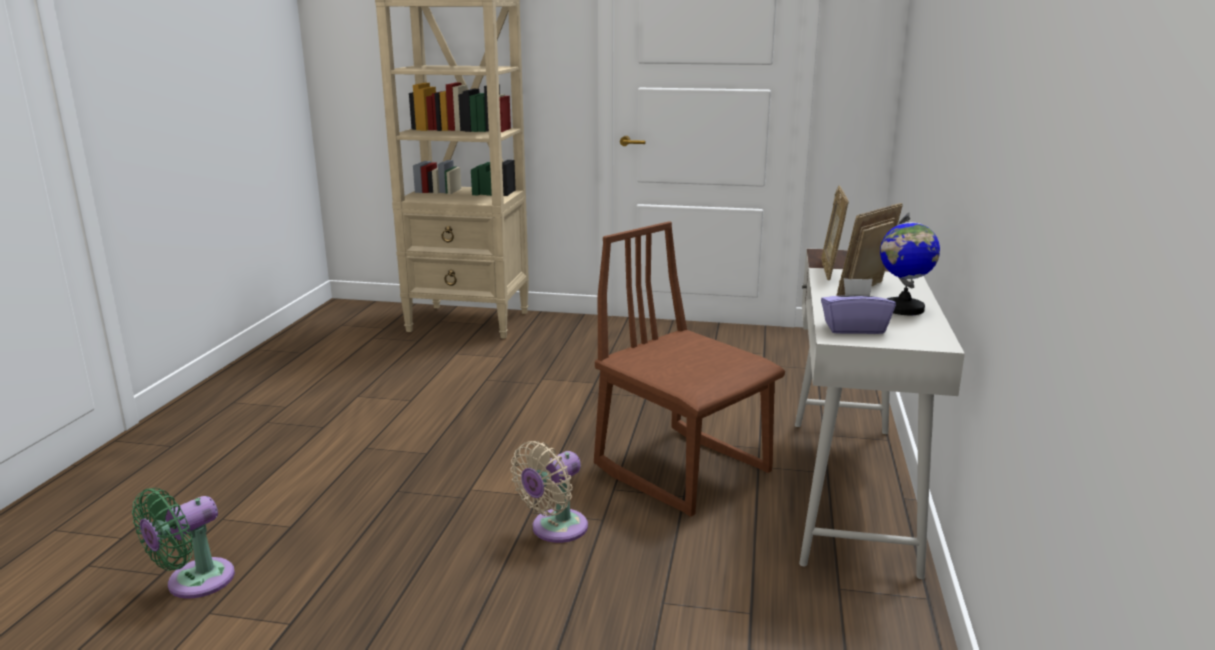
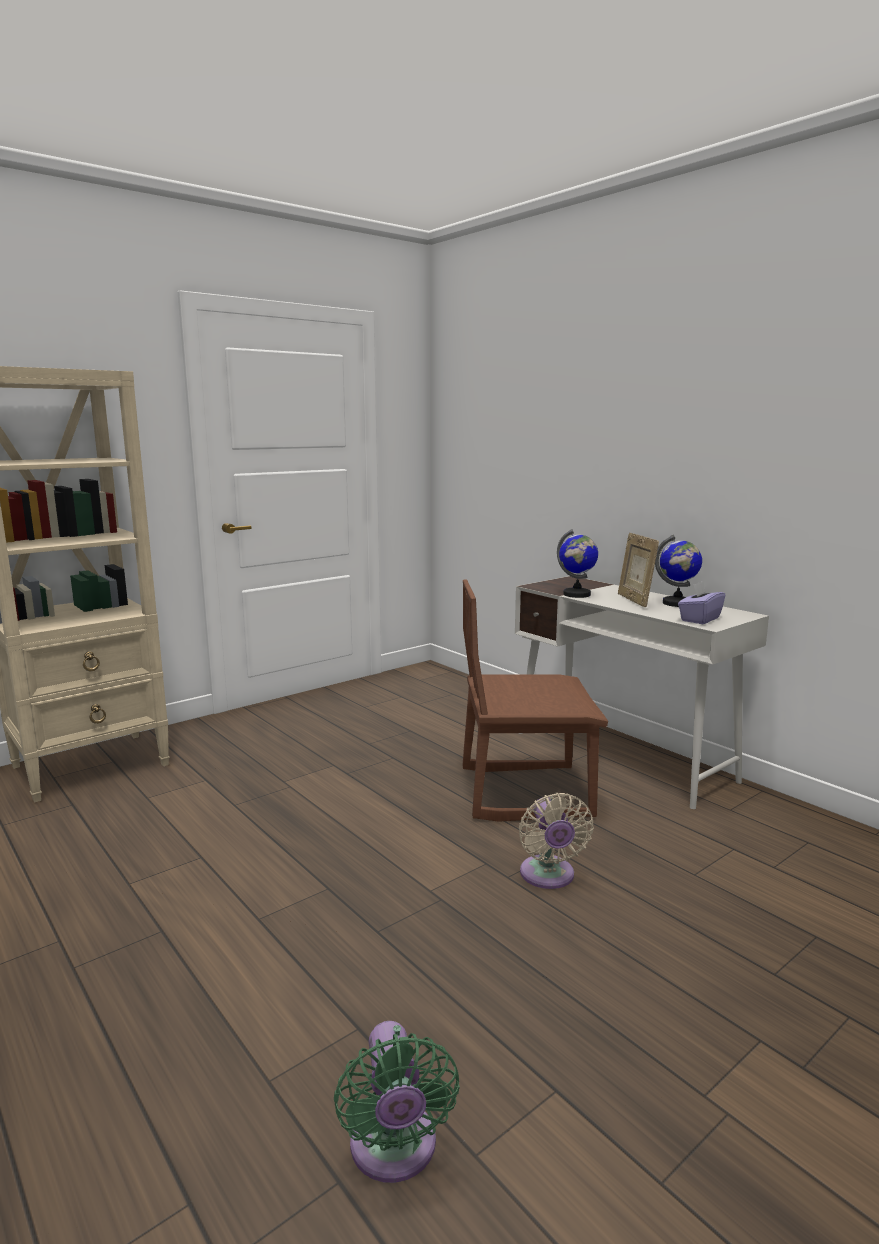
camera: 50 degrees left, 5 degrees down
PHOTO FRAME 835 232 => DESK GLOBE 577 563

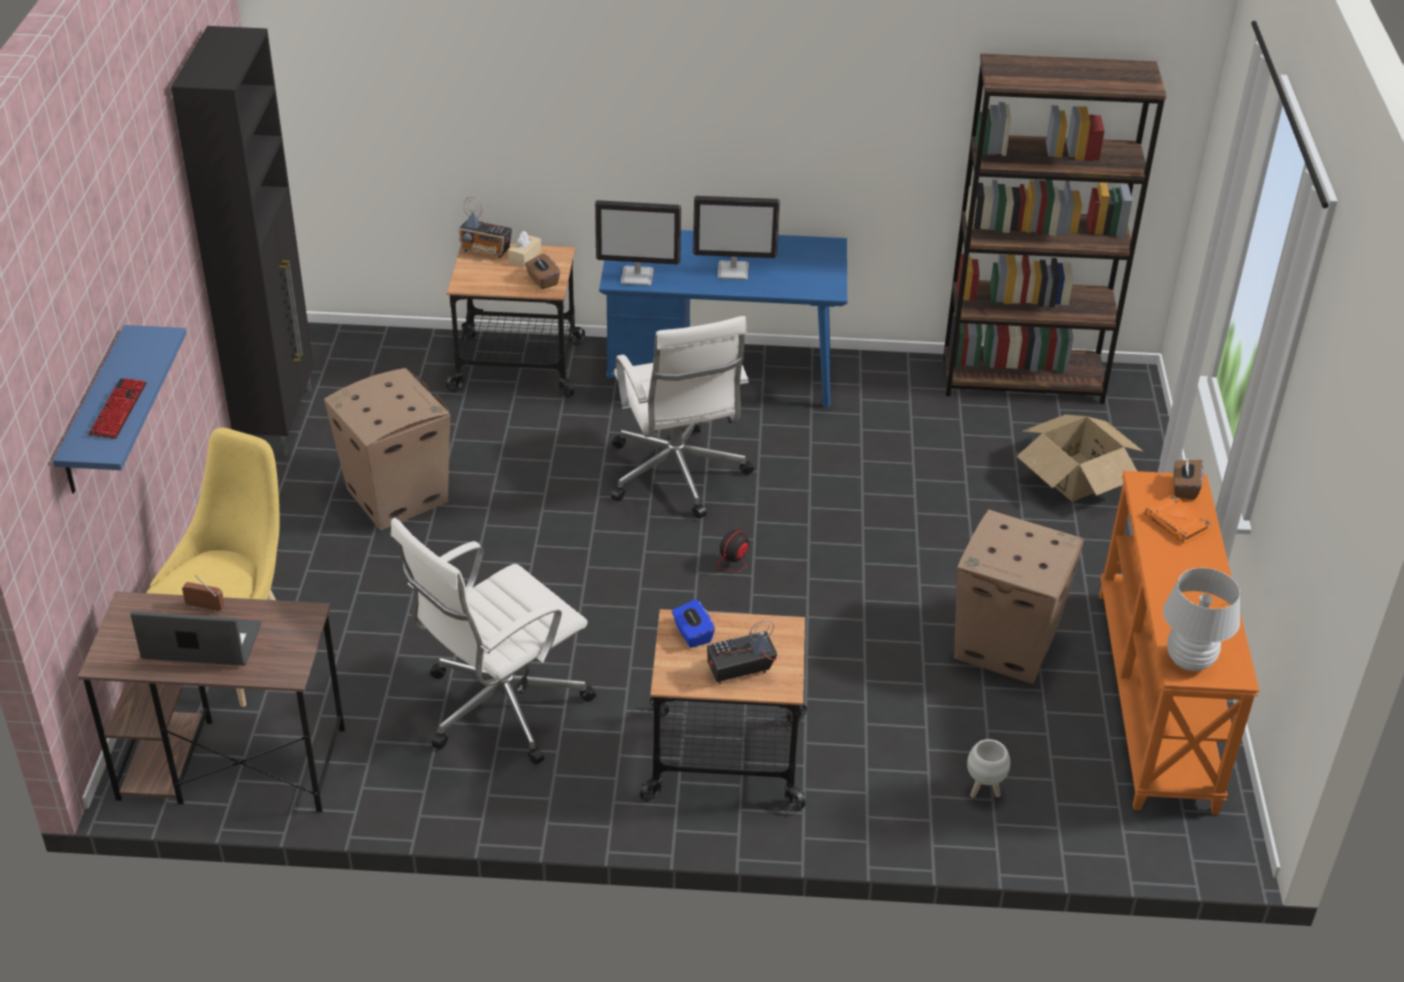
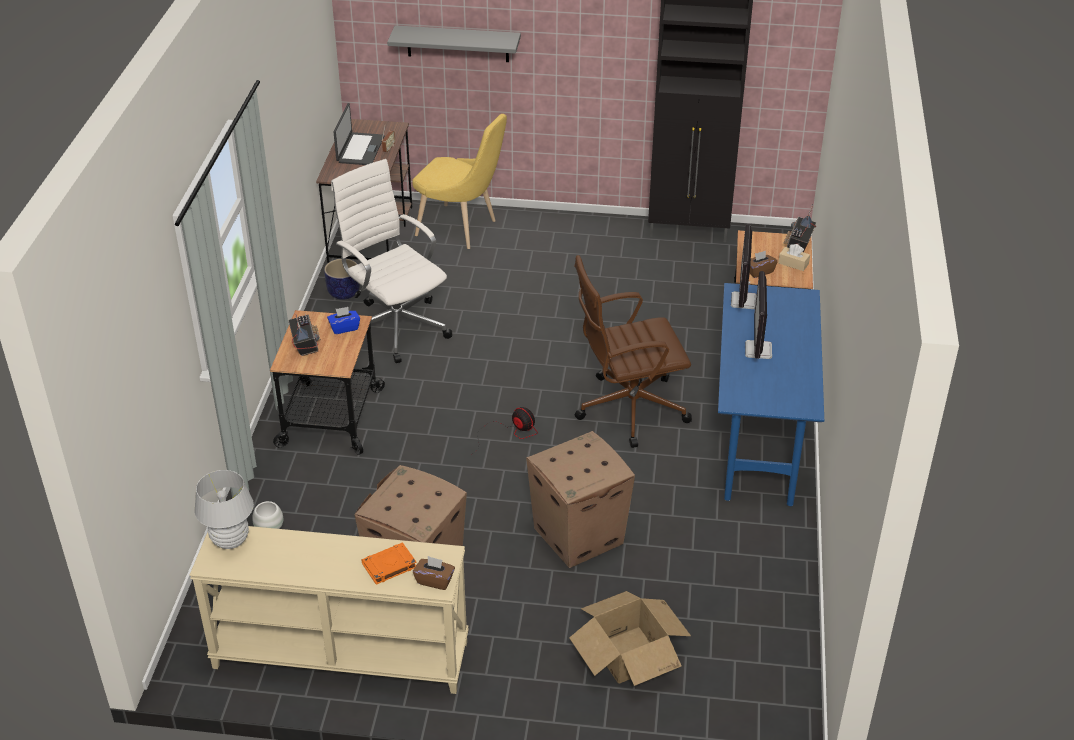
camera: 95 degrees right, 0 degrees up
COMPUTER KEYBOARD 118 408 => nothing
BROWN-COLOURED BOOKCASE 1055 229 => nothing
nothing => PLANTER 342 279
PACKING BOX 387 449 => PACKING BOX 580 499, moved
BLUISH SHELF 119 409 => GREYISH SHELF 454 43
WHITISH COMPUTER CHAIR 682 417 => BROWN-COLOURED COMPUTER CHAIR 633 351
ORANGE-COLOURED NARROW TABLE 1179 643 => SAND-COLOURED NARROW TABLE 329 610

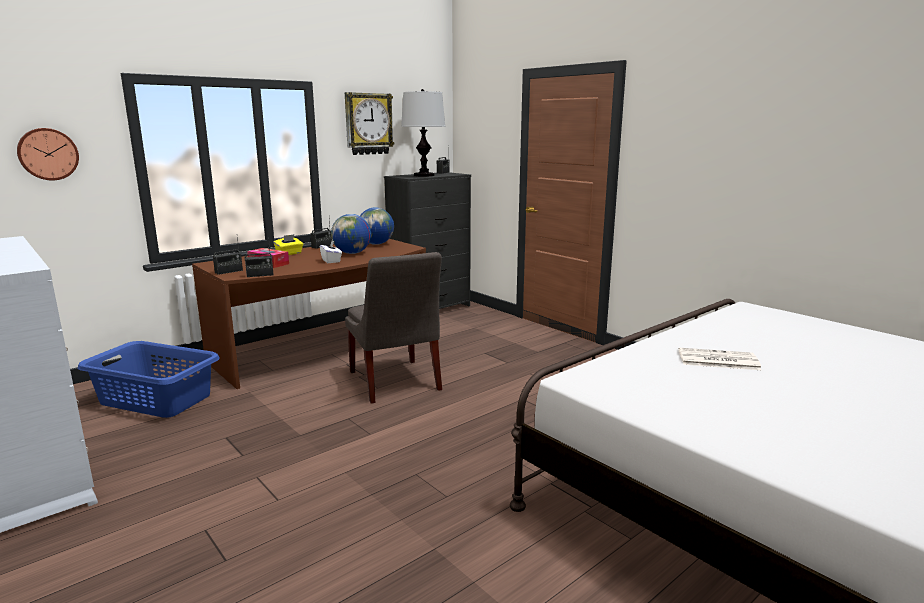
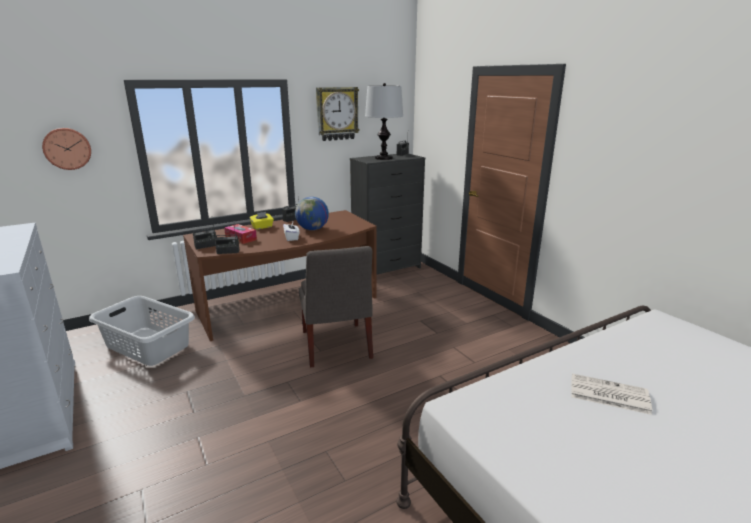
camera: 10 degrees right, 5 degrees up
DESK GLOBE 377 226 => nothing
BLUISH LAUNDRY BASKET 149 379 => GREYISH LAUNDRY BASKET 142 331

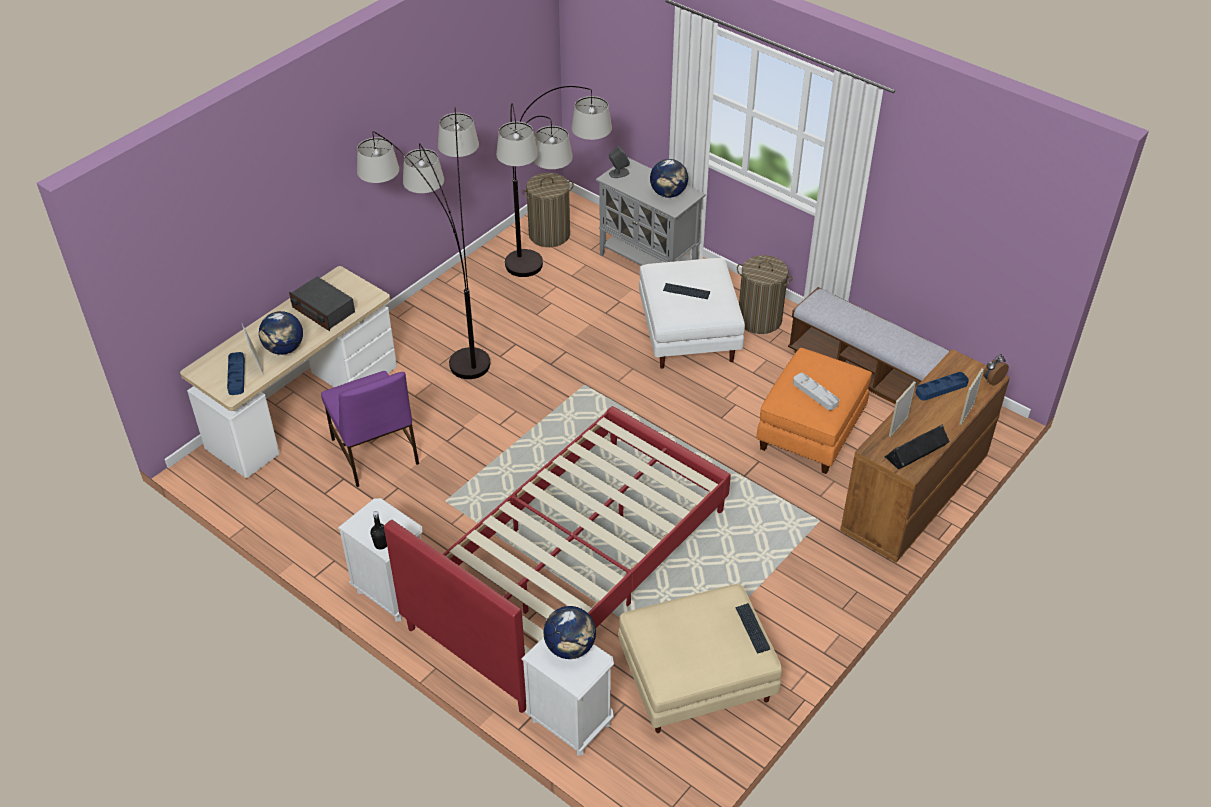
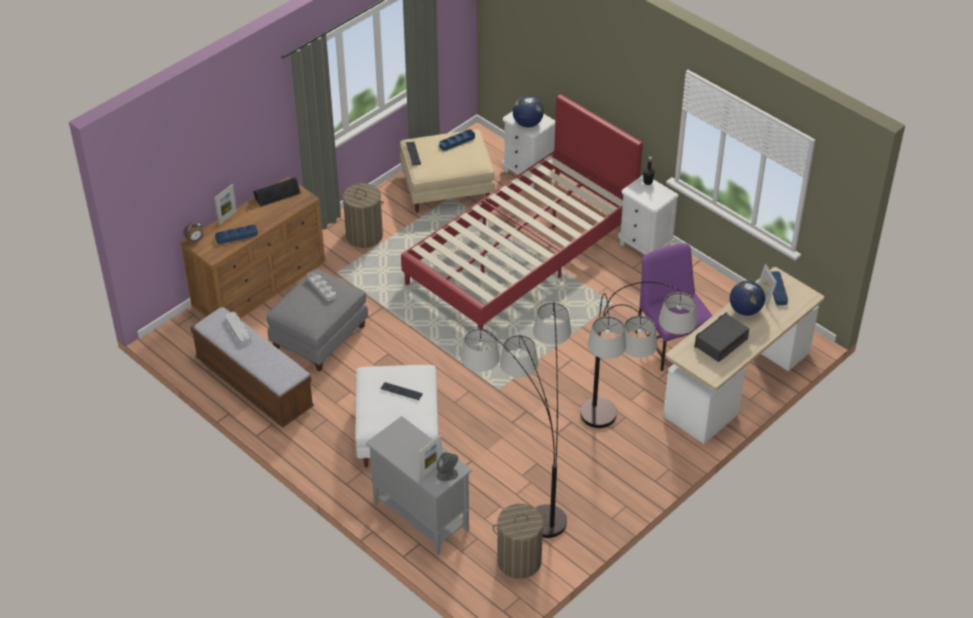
camera: 175 degrees left, 0 degrees up
DESK GLOBE 669 178 => nothing
nothing => GREYISH CARRYING TRAY 238 328
nothing => BLUISH CARRYING TRAY 457 140
LAUNDRY BASKET 765 294 => LAUNDRY BASKET 362 215, moved
PHOTO FRAME 902 409 => PHOTO FRAME 430 457, moved
ORANGE-COLOURED FOOTREST 814 411 => GREYISH FOOTREST 317 320
RADIO SET 322 303 => RADIO SET 721 337, 90 degrees counterclockwise

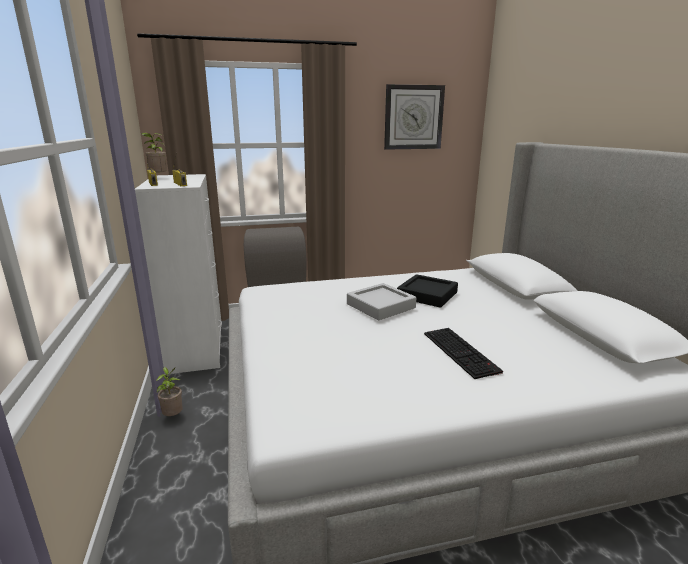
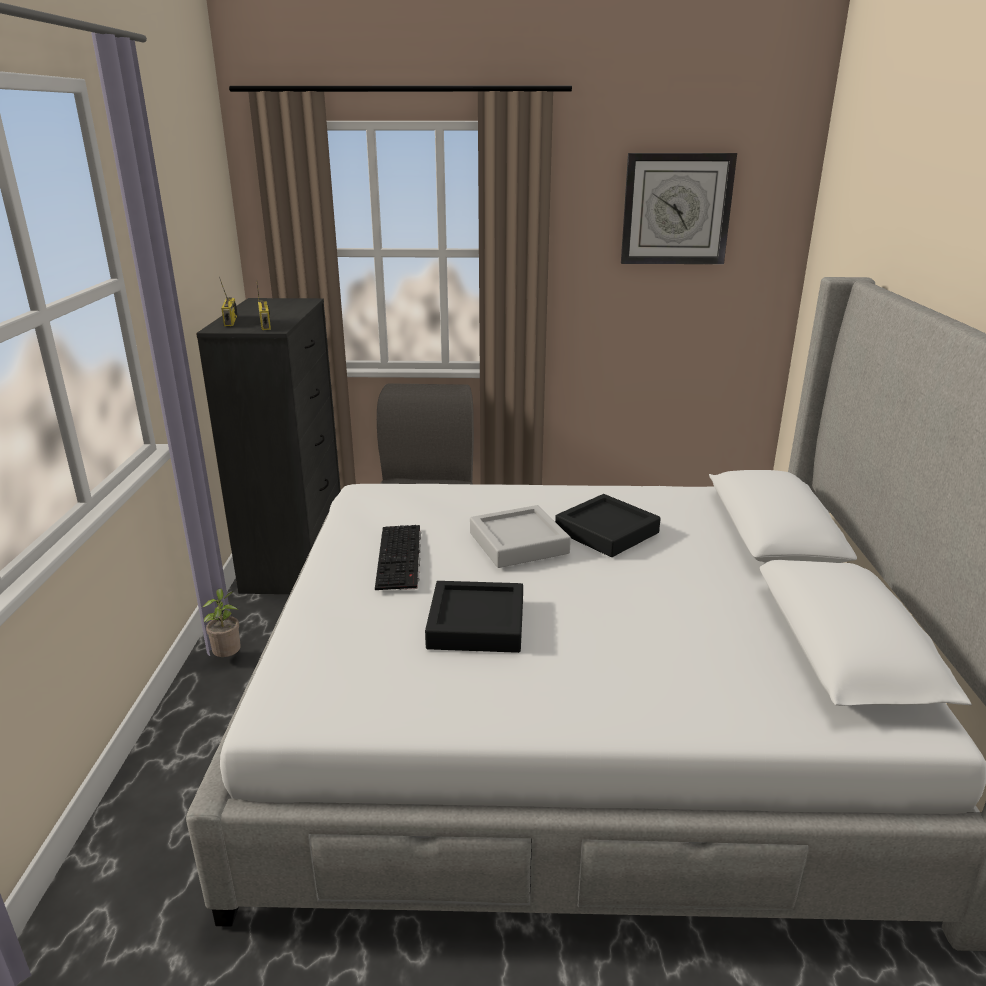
camera: 15 degrees right, 5 degrees up
PLANT IN A POT 154 153 => nothing
nothing => BLACK CARRYING TRAY 474 617
COMPUTER KEYBOARD 463 353 => COMPUTER KEYBOARD 398 557, moved
WHITISH CHEST OF DRAWERS 178 274 => BLACK CHEST OF DRAWERS 268 446

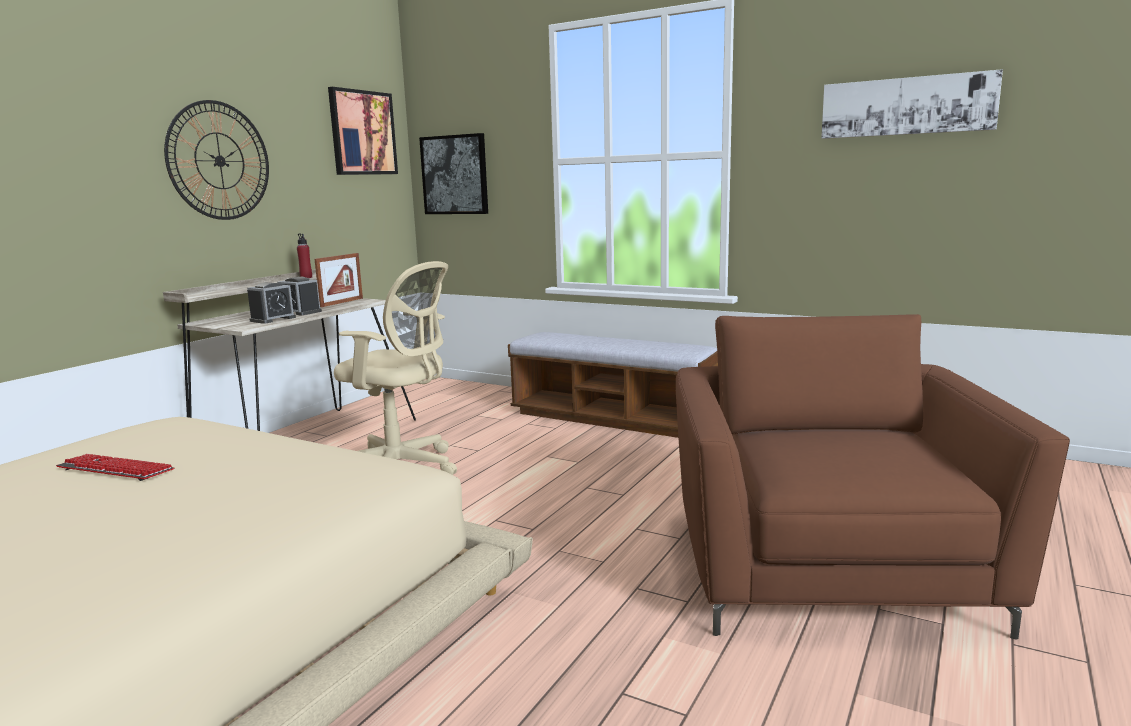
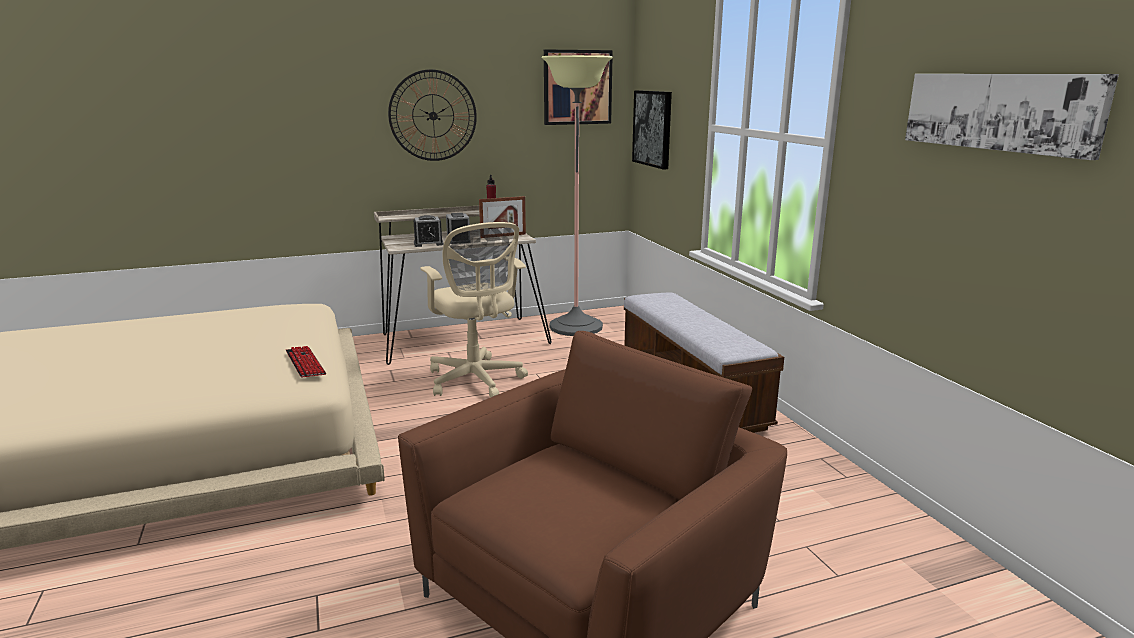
camera: 40 degrees right, 5 degrees up
nothing => STANDARD LAMP 577 195
COMPUTER KEYBOARD 115 467 => COMPUTER KEYBOARD 306 361, moved

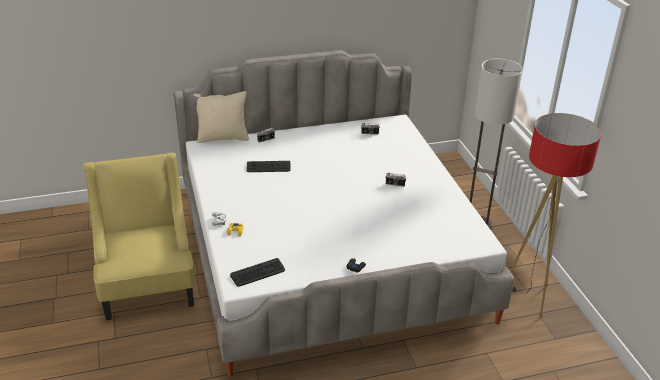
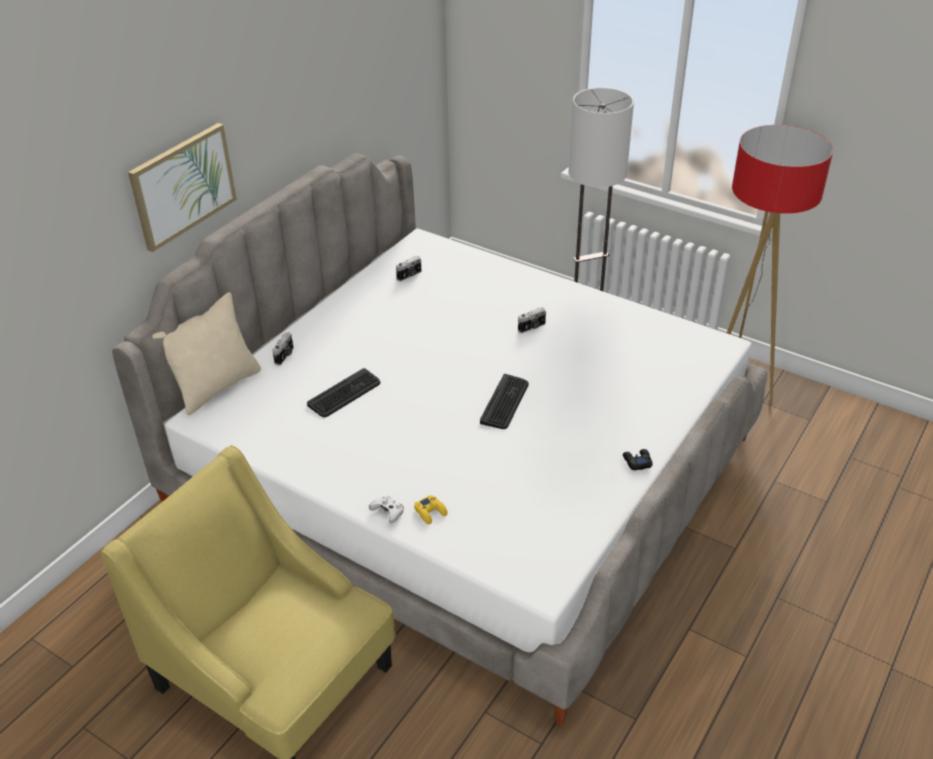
camera: 40 degrees left, 5 degrees up
nothing => PICTURE 182 187
COMPUTER KEYBOARD 257 272 => COMPUTER KEYBOARD 504 401, moved

